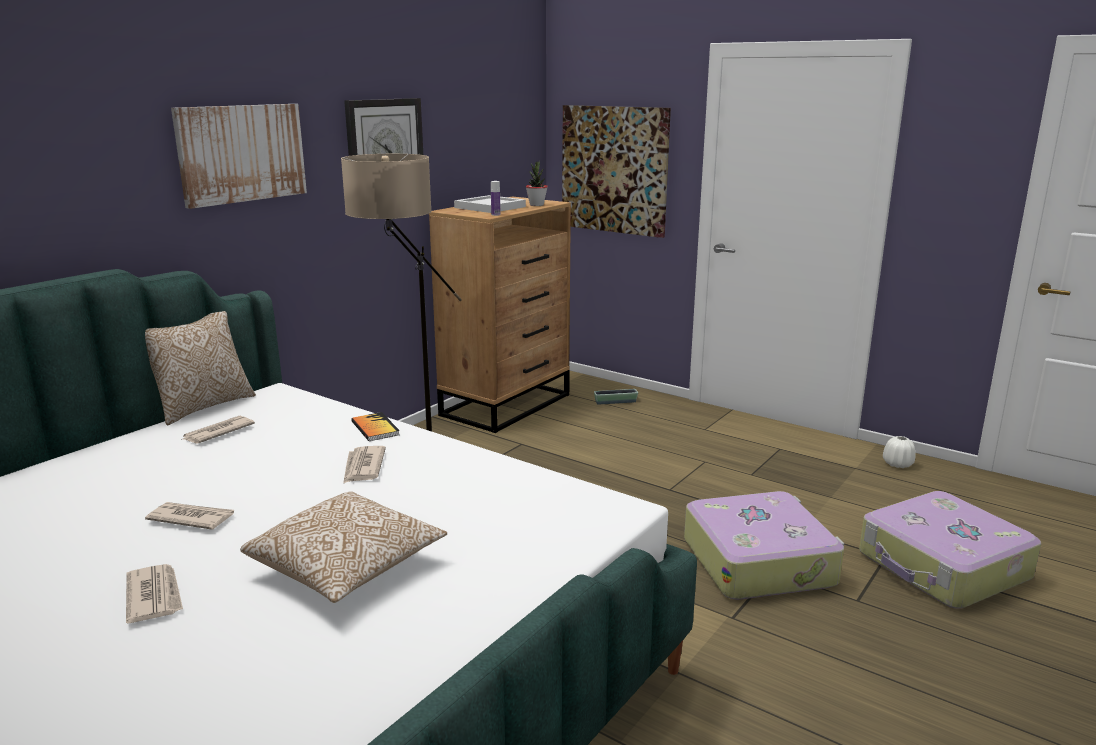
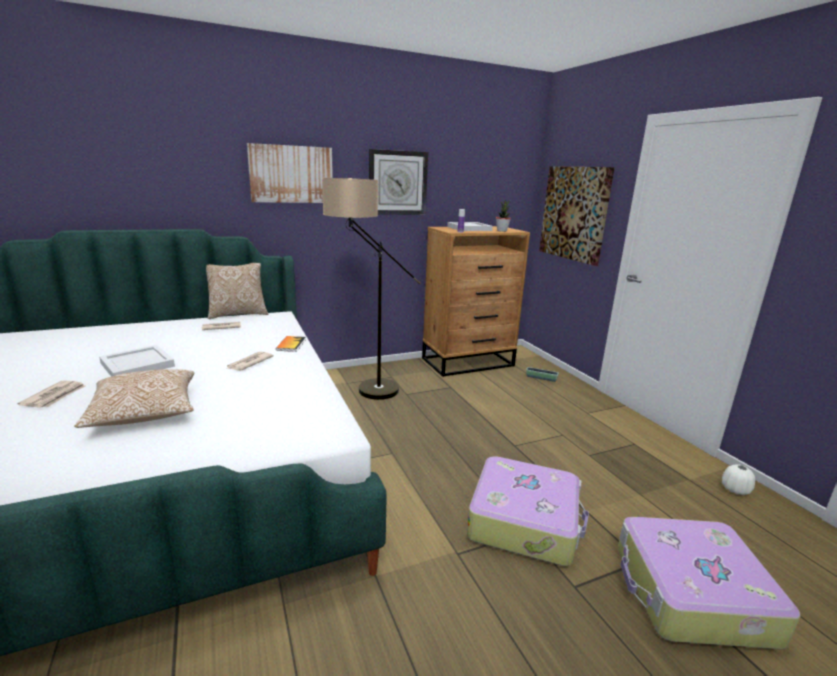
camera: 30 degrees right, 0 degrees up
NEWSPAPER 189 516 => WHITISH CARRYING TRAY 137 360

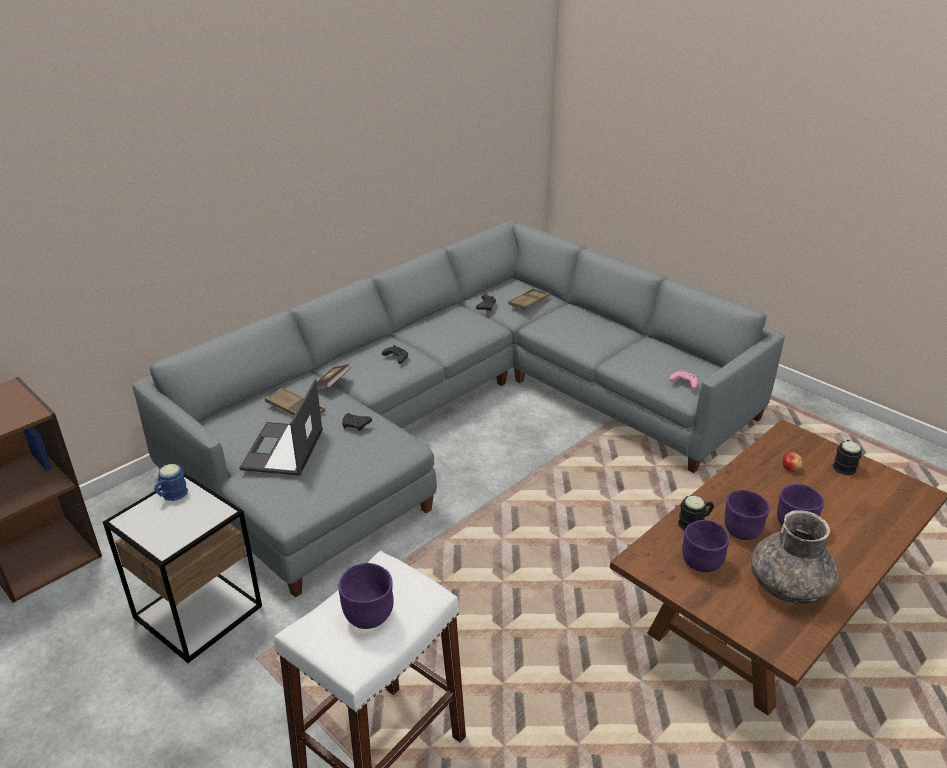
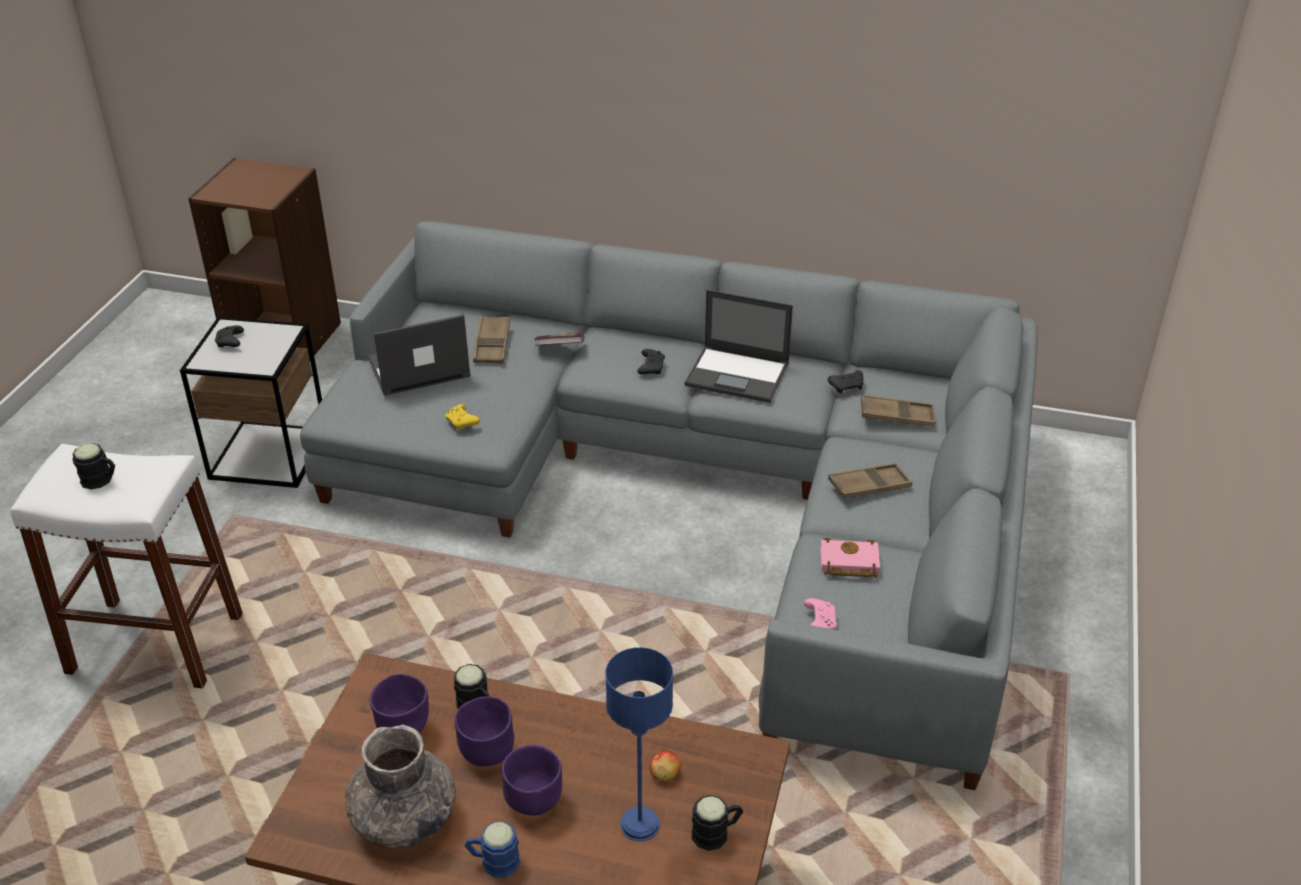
camera: 60 degrees right, 5 degrees up
nothing => YELLOWISH GAME CONTROLLER 462 417
nothing => BLUISH LAMP FOR A TABLE 639 744
nothing => LAPTOP 739 346
nothing => PINK-COLOURED VOLUME 850 557
nothing => BROWN-COLOURED CARRYING TRAY 870 481
BLUISH TEA MUG 171 482 => BLUISH TEA MUG 492 850, moved
BLACK GAME CONTROLLER 357 422 => BLACK GAME CONTROLLER 229 336, moved
PURPLE DEEP DISH 366 596 => BLACK TEA MUG 93 466

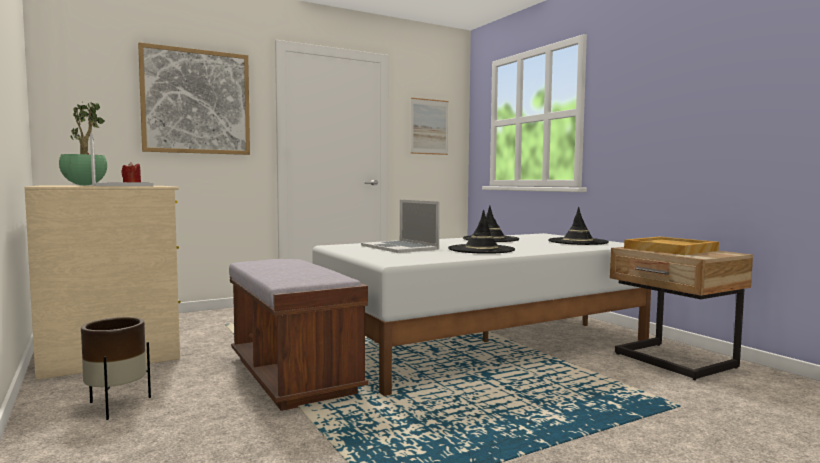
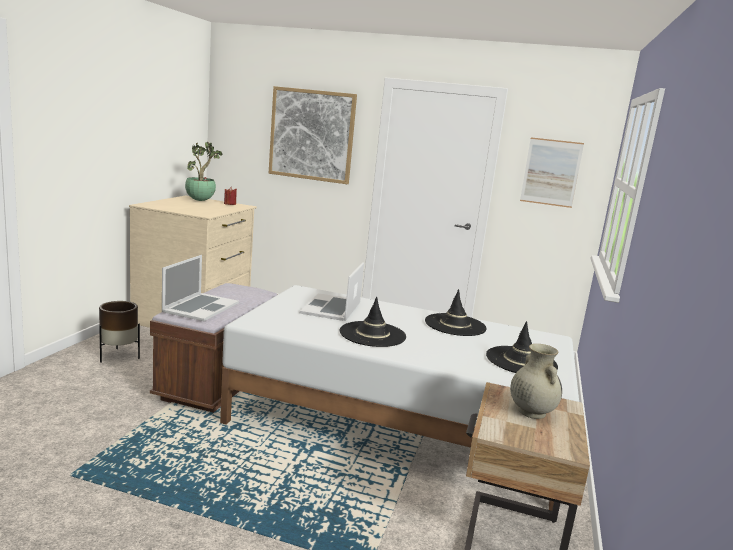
camera: 45 degrees right, 10 degrees up
LAPTOP 122 159 => LAPTOP 200 288, moved
SAND-COLOURED CARRYING TRAY 671 245 => SAND-COLOURED DECORATIVE VASE 536 381

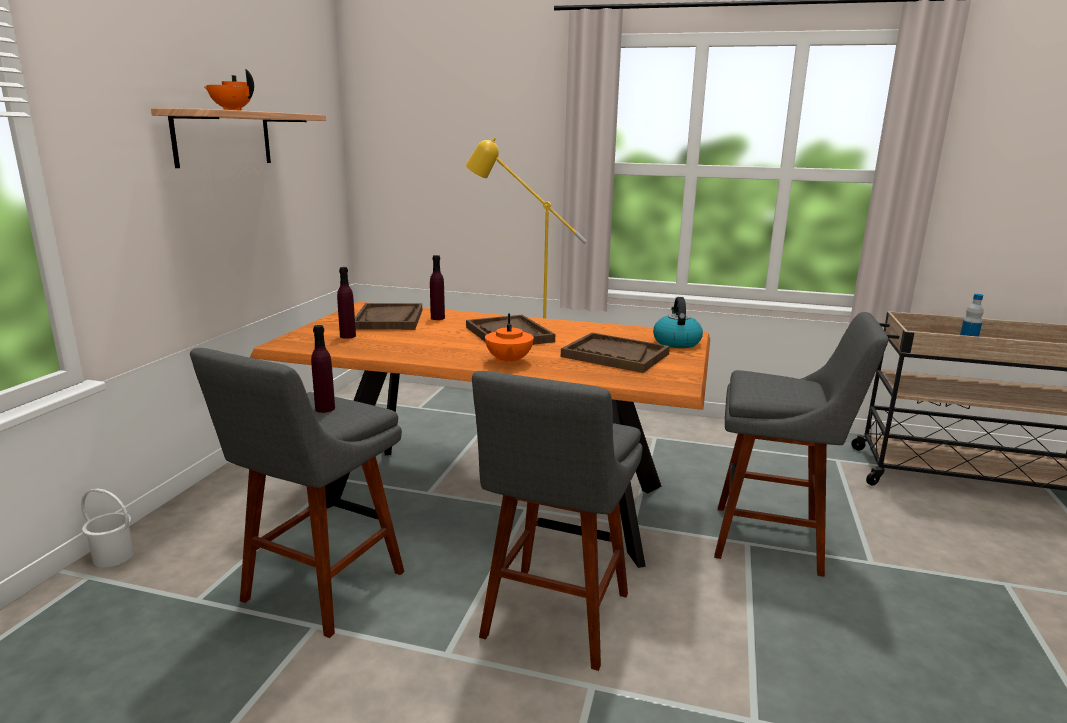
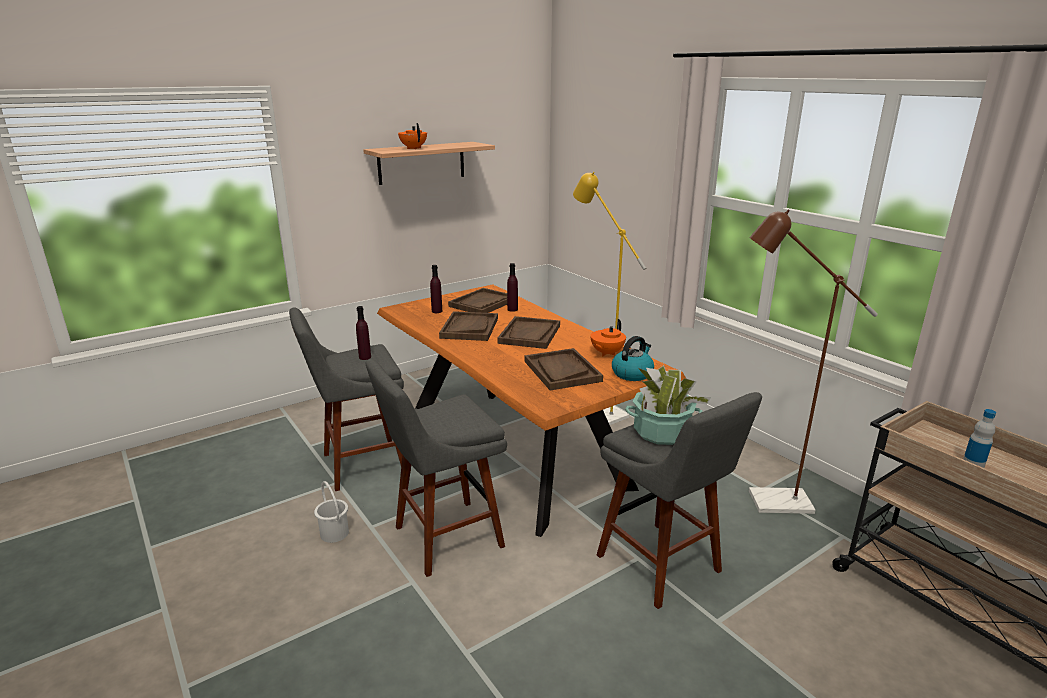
camera: 40 degrees right, 5 degrees up
nothing => BROWN-COLOURED CARRYING TRAY 468 326
nothing => PLANT IN A POT 668 405
nothing => BROWN-COLOURED STANDARD LAMP 813 362
WHITISH PAIL 107 527 => WHITISH PAIL 331 512, moved
ORANGE-COLOURED TEAPOT 509 340 => ORANGE-COLOURED TEAPOT 608 337, moved

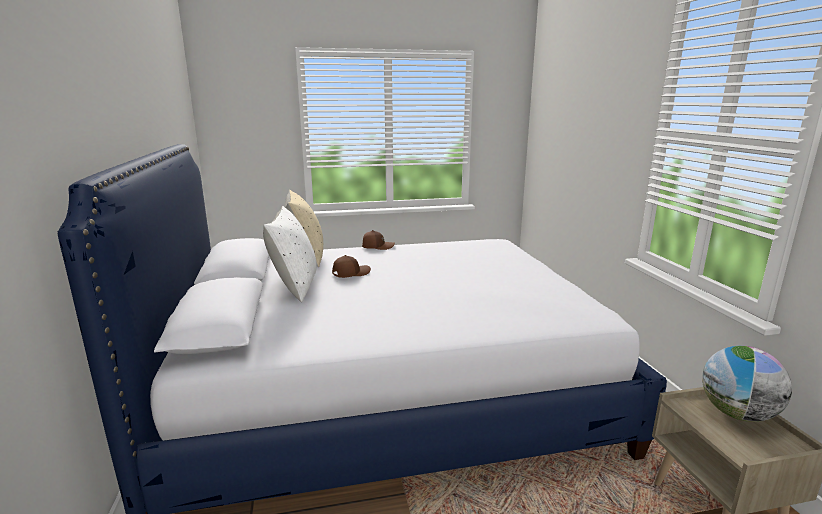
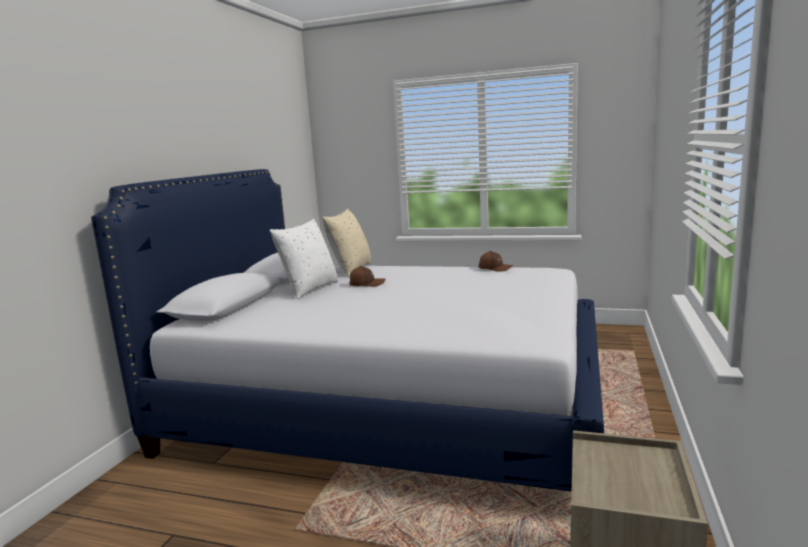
camera: 30 degrees right, 5 degrees down
DESK GLOBE 747 384 => nothing
BROWN-COLOURED PEAKED CAP 378 240 => BROWN-COLOURED PEAKED CAP 496 261, moved

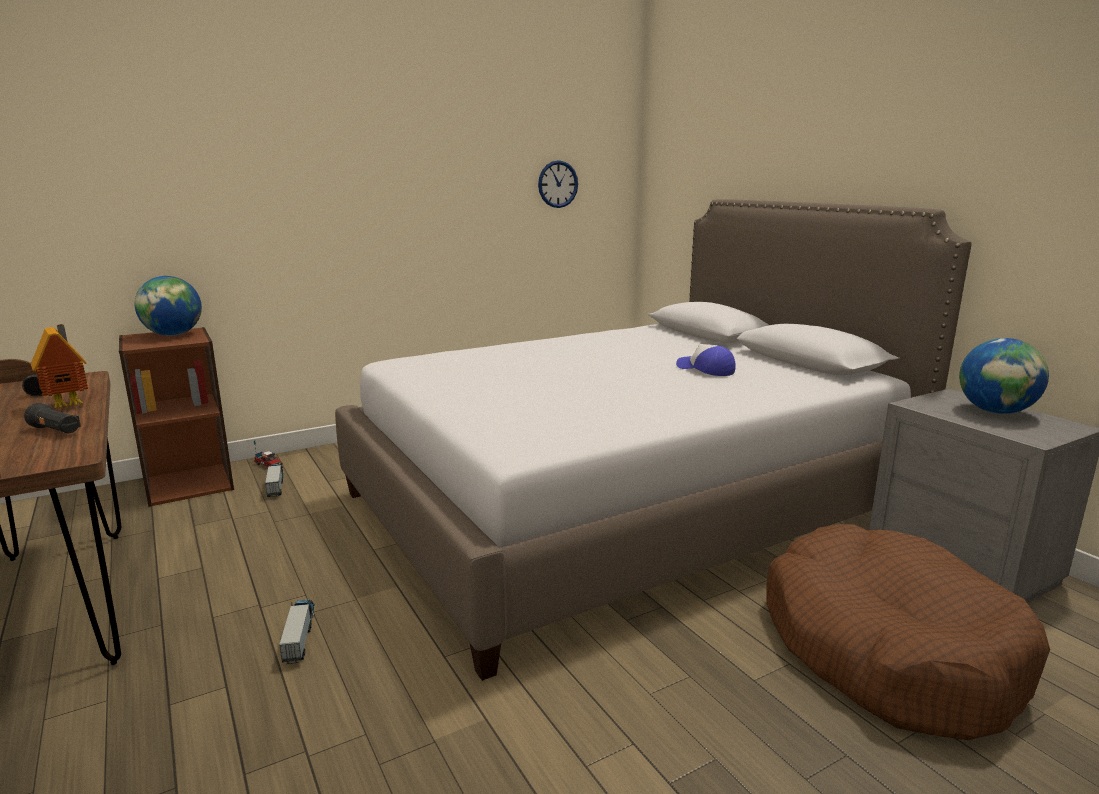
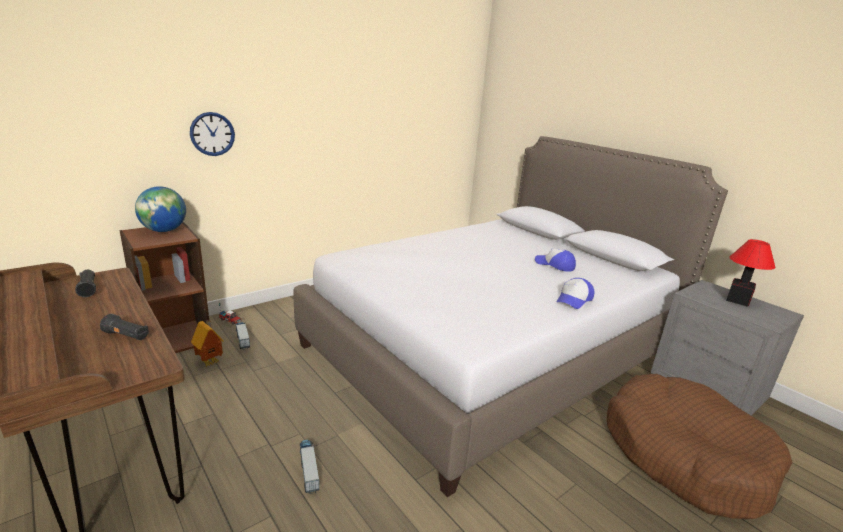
camera: 10 degrees left, 5 degrees up
nothing => PEAKED CAP 575 293
TOY HOUSE 59 366 => TOY HOUSE 207 343, moved
CLOCK ON THE WALL 558 184 => CLOCK ON THE WALL 212 134, moved
DESK GLOBE 1004 376 => LAMP FOR A TABLE 750 273

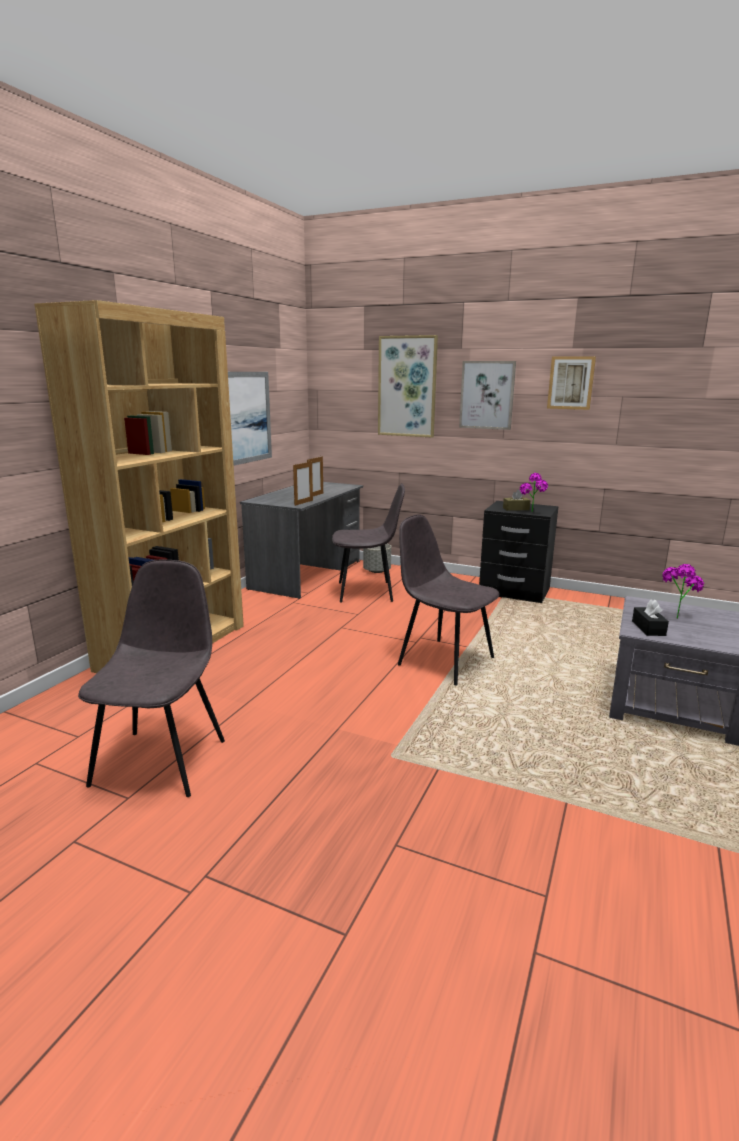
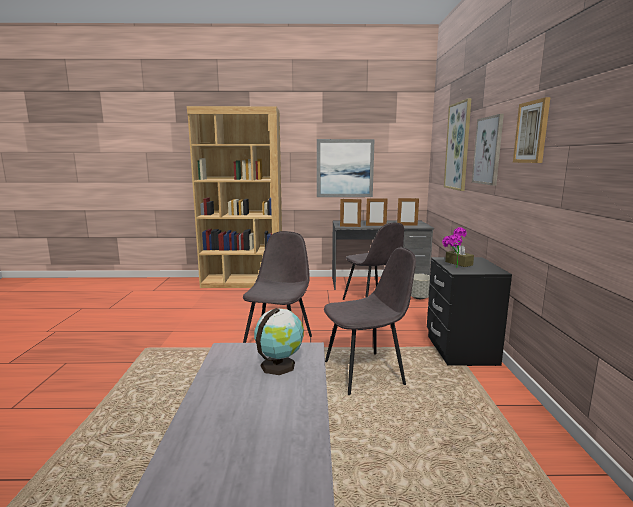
camera: 65 degrees right, 5 degrees down
BLACK BOX OF TISSUES 650 618 => nothing
nothing => PHOTO FRAME 408 212
GREYISH PLAIN CHAIR 151 678 => GREYISH PLAIN CHAIR 370 321, moved
PLANT IN A POT 683 591 => DESK GLOBE 279 341

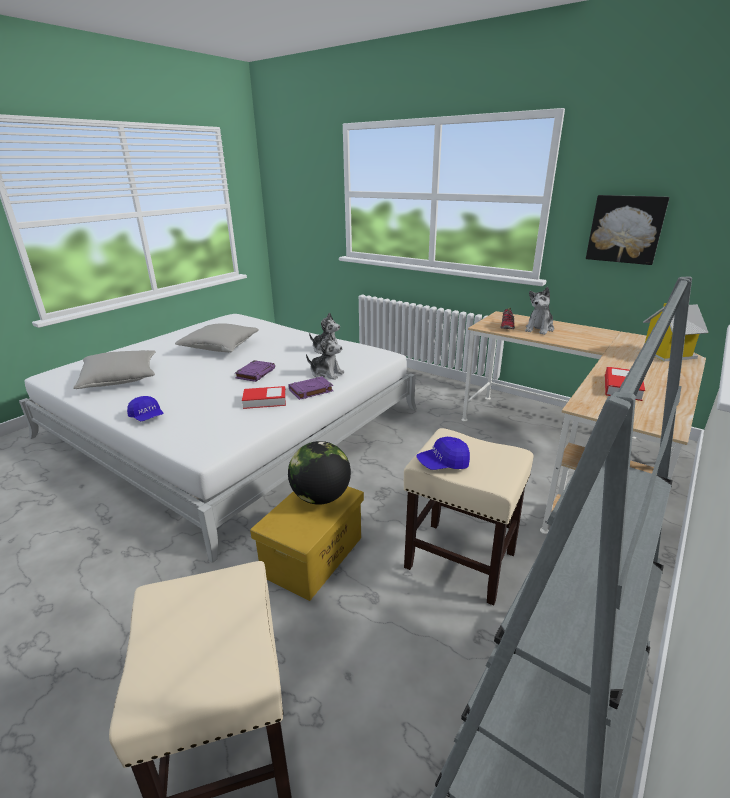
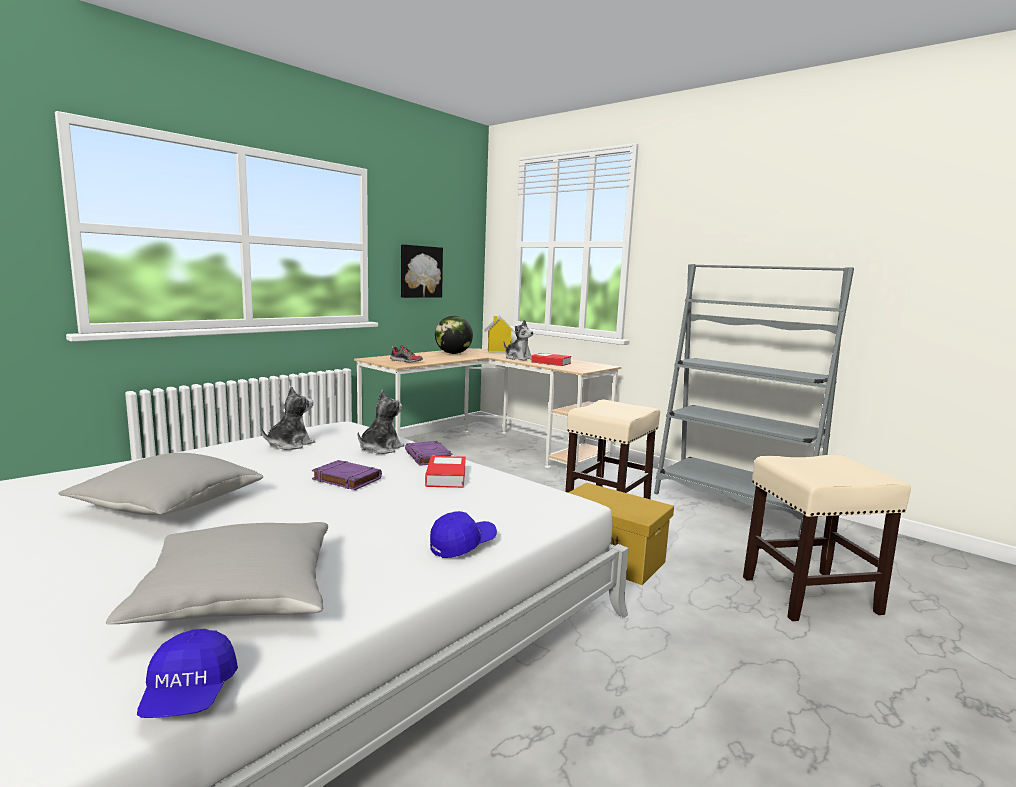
camera: 85 degrees left, 15 degrees down
DESK GLOBE 319 473 => DESK GLOBE 454 335, moved
BLUISH PEAKED CAP 443 453 => BLUISH PEAKED CAP 187 673, moved
SOFT TOY 539 311 => SOFT TOY 518 340, moved

